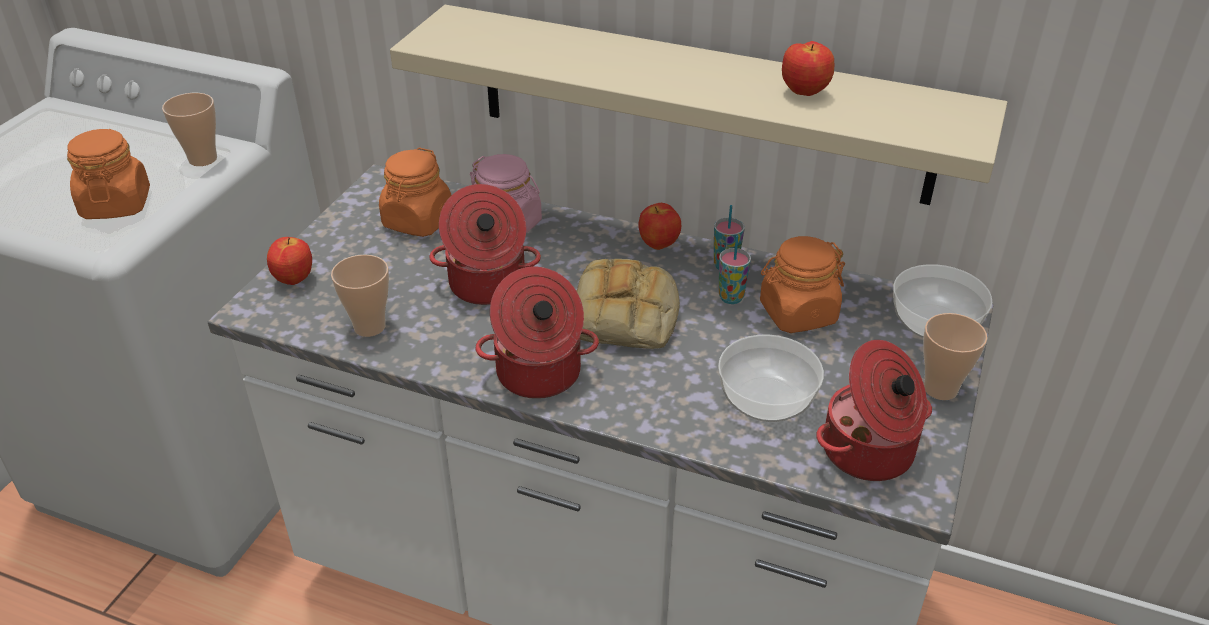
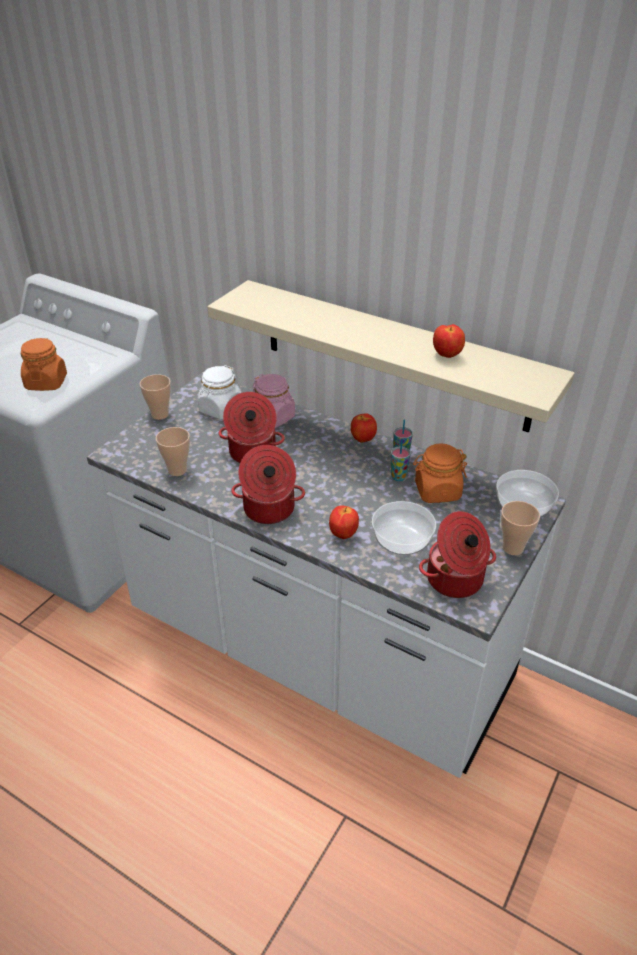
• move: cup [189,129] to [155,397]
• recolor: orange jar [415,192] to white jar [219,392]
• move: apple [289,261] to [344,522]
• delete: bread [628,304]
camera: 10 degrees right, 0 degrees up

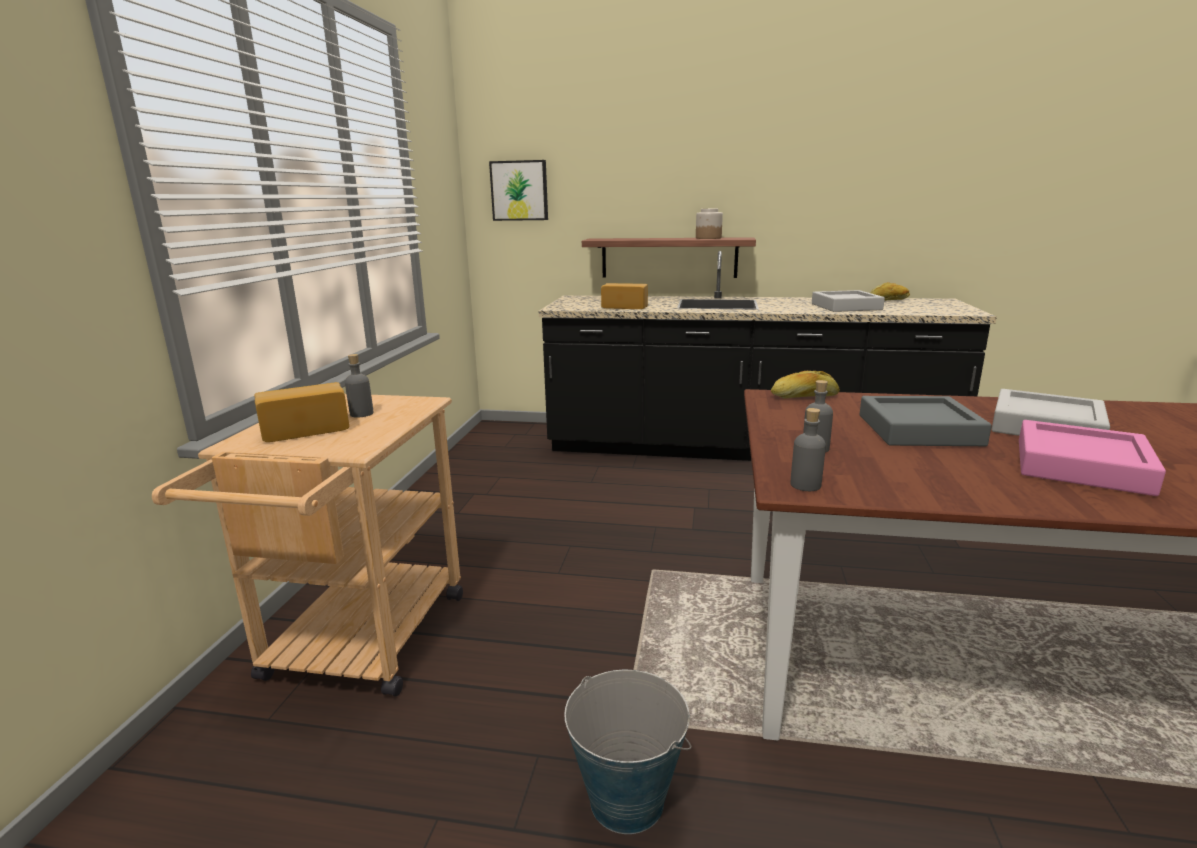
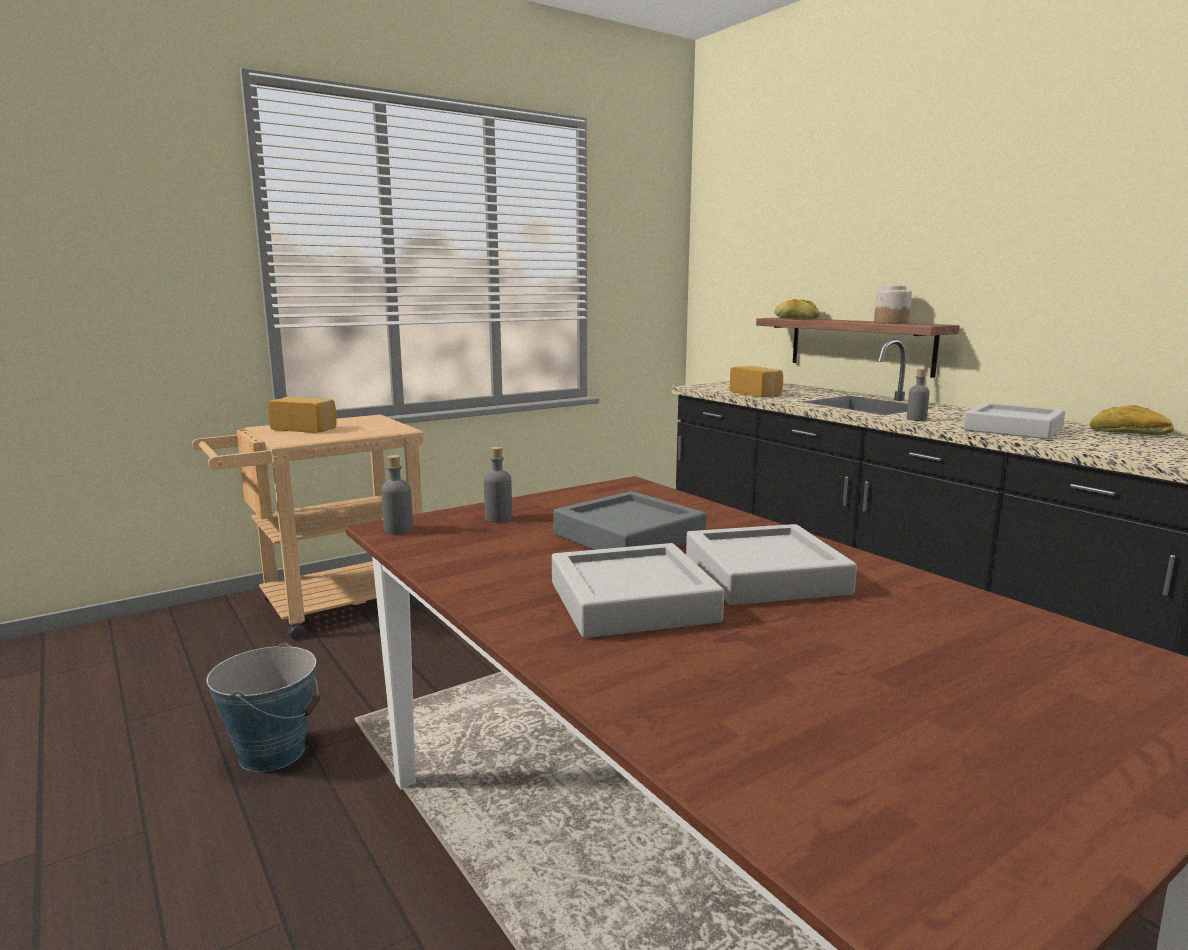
• recolor: pink tray [1092,458] to grey tray [638,590]
• move: bread [805,384] to [797,309]
• move: grey bottle [359,386] to [918,395]
• delete: picture [518,190]
camera: 45 degrees right, 5 degrees down

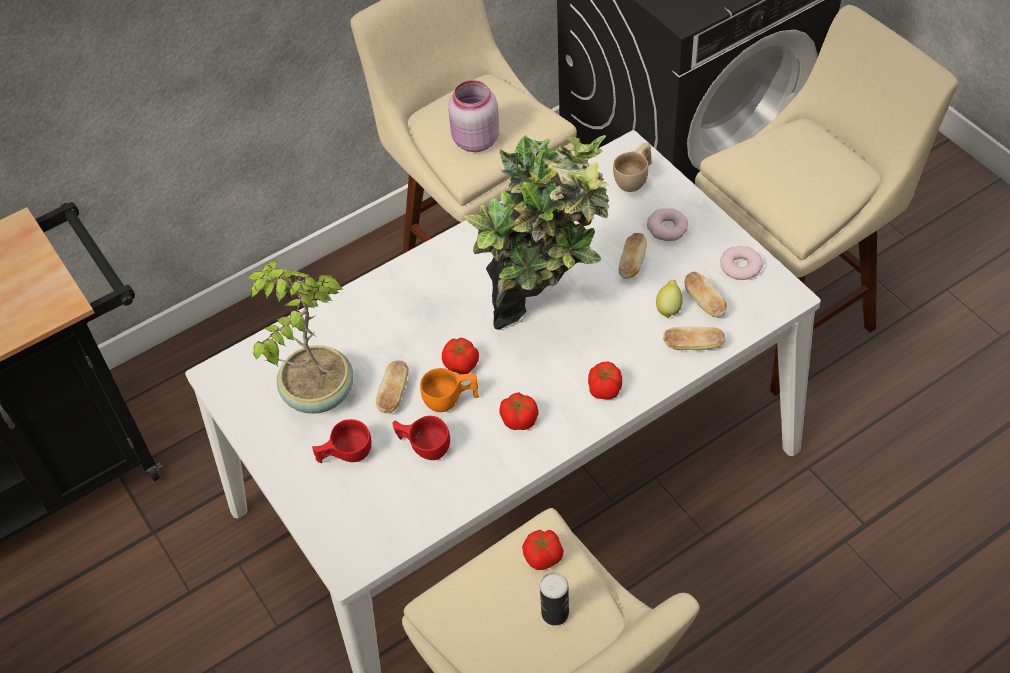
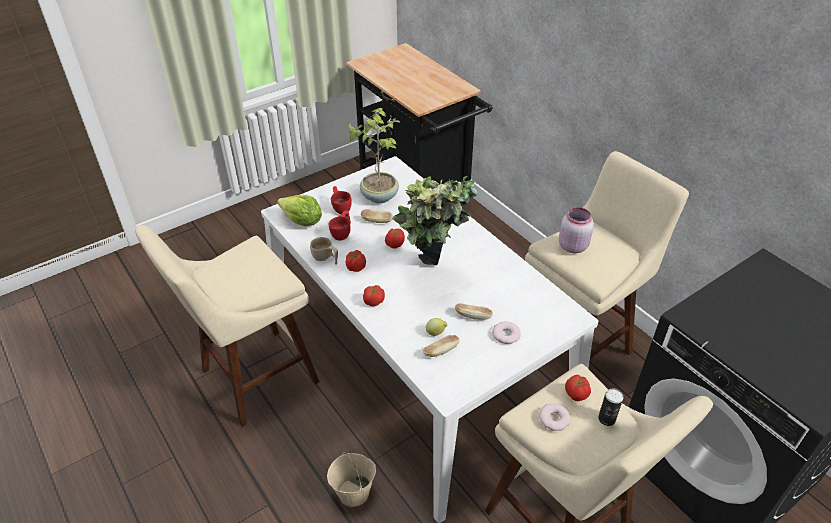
• insert: lettuce [299,210]
• move: beige cup [632,167] to [324,251]
• insert: beige bucket [351,479]
• move: donut [741,263] to [555,417]
• move: tomato [543,550] to [578,388]
• move: can [554,599] to [610,407]
• delete: orange cup [449,390]
• delete: bread [694,338]
camera: 85 degrees right, 10 degrees down

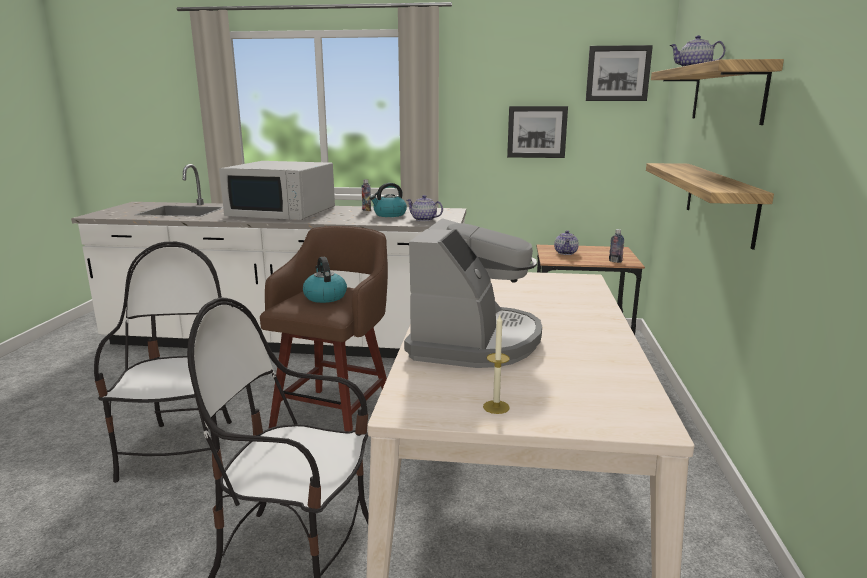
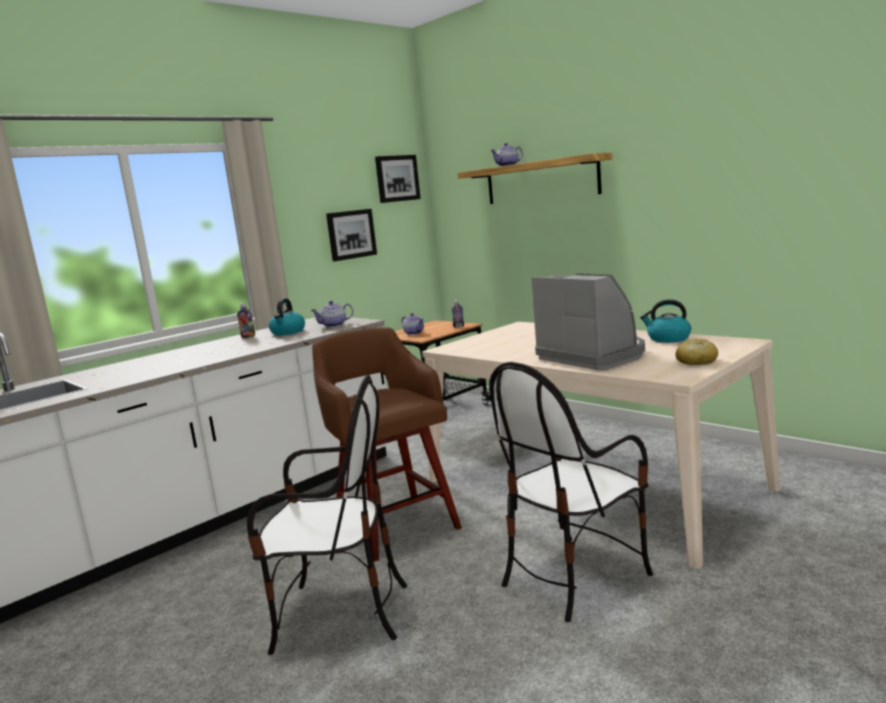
• rotate: chair [163,362] = [327,515] 150 degrees clockwise
• move: kettle [325,280] to [665,321]
• replace: candle [496,364] to bread [696,351]
• delete: white microwave [277,190]
• delete: shelf [710,206]
camera: 50 degrees left, 5 degrees down

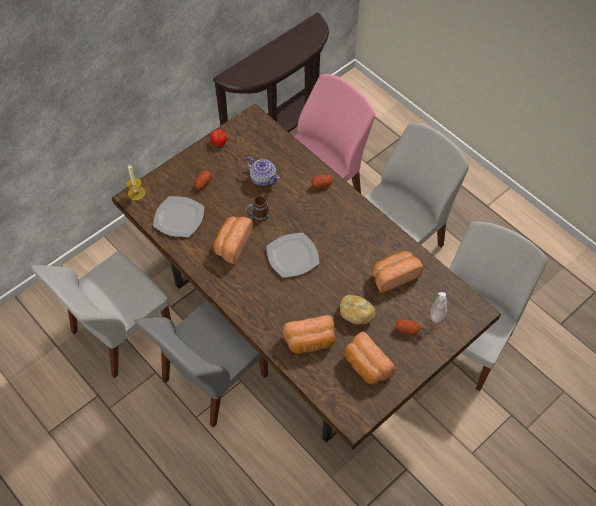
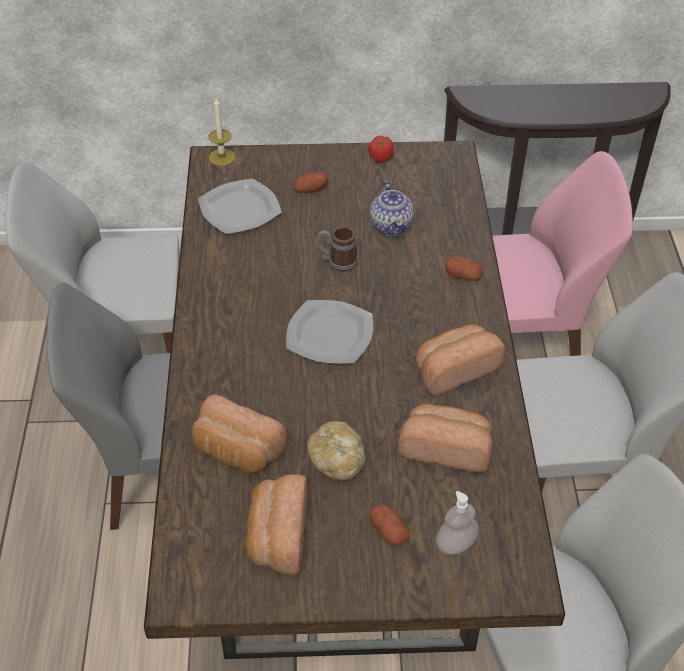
• move: bread [233,240] to [460,359]
camera: 40 degrees right, 10 degrees down

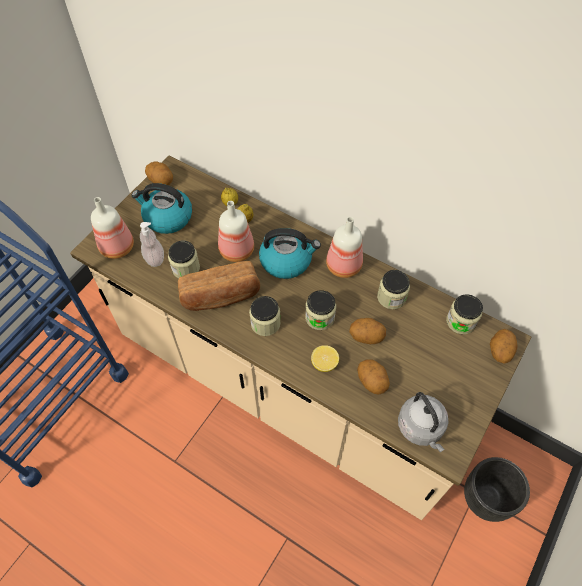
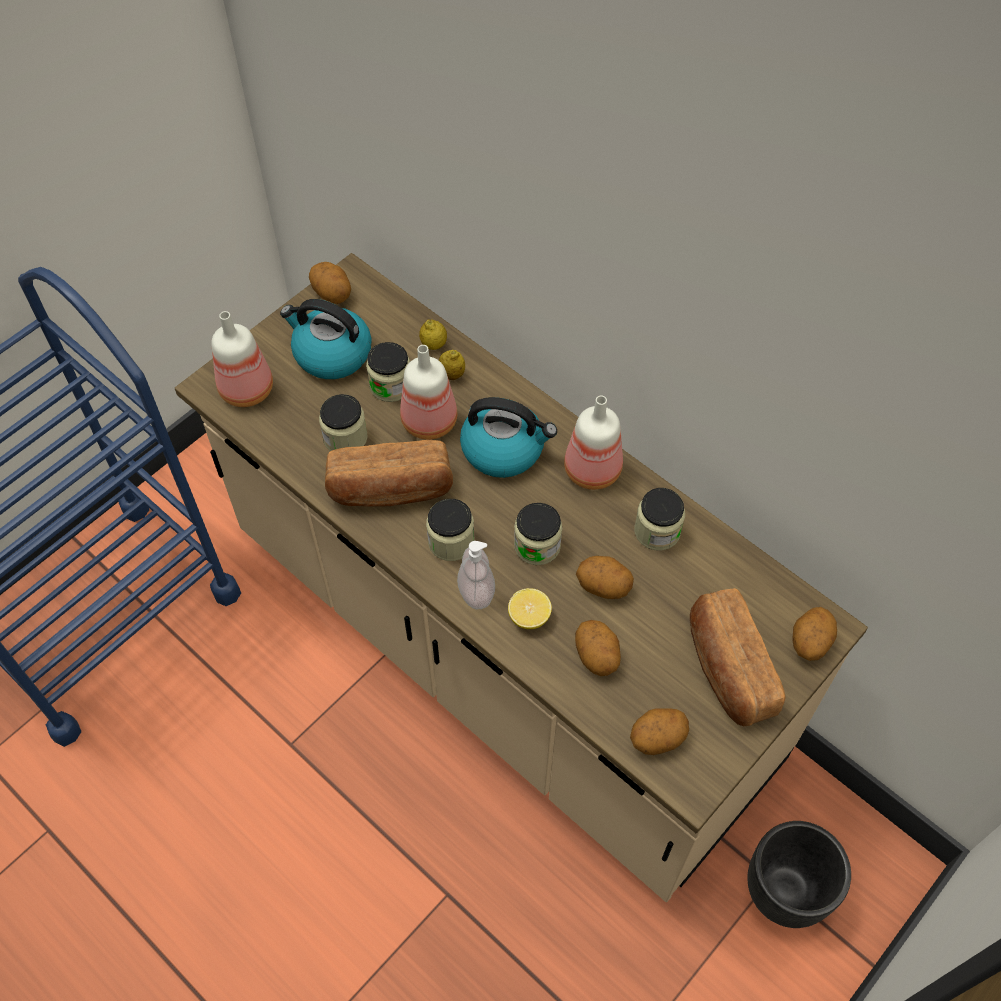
• move: jar [464,314] to [388,372]
• move: soap dispenser [152,244] to [476,575]
• replace: grey kettle [423,422] to potato [659,731]
• insert: bread [737,657]
camera: 10 degrees right, 0 degrees up

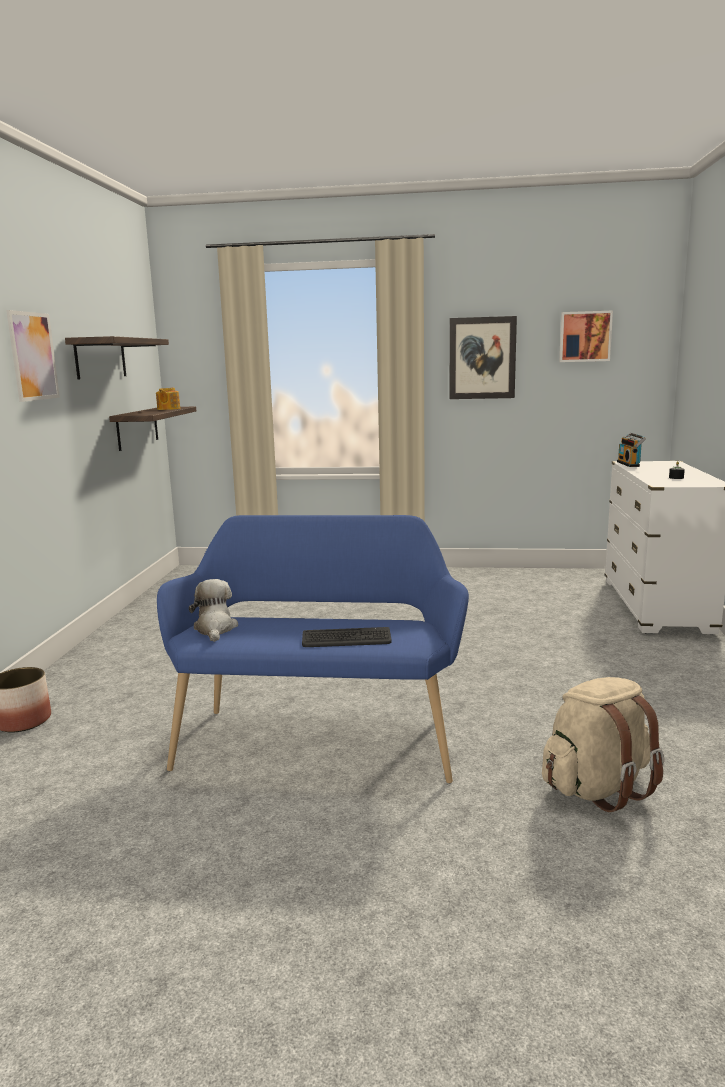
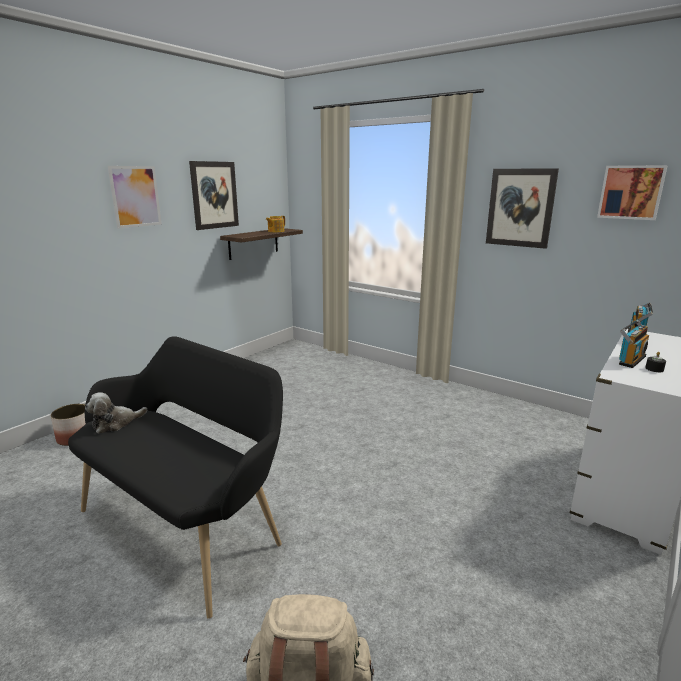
• recolor: blue bench [313,649] to black bench [175,477]
• rotate: plush toy [213,610] = [116,413] 150 degrees counterclockwise
• replace: shelf [117,357] to picture [214,195]
• insert: radio [634,344]
• delete: keyboard [347,637]
camera: 30 degrees right, 5 degrees up

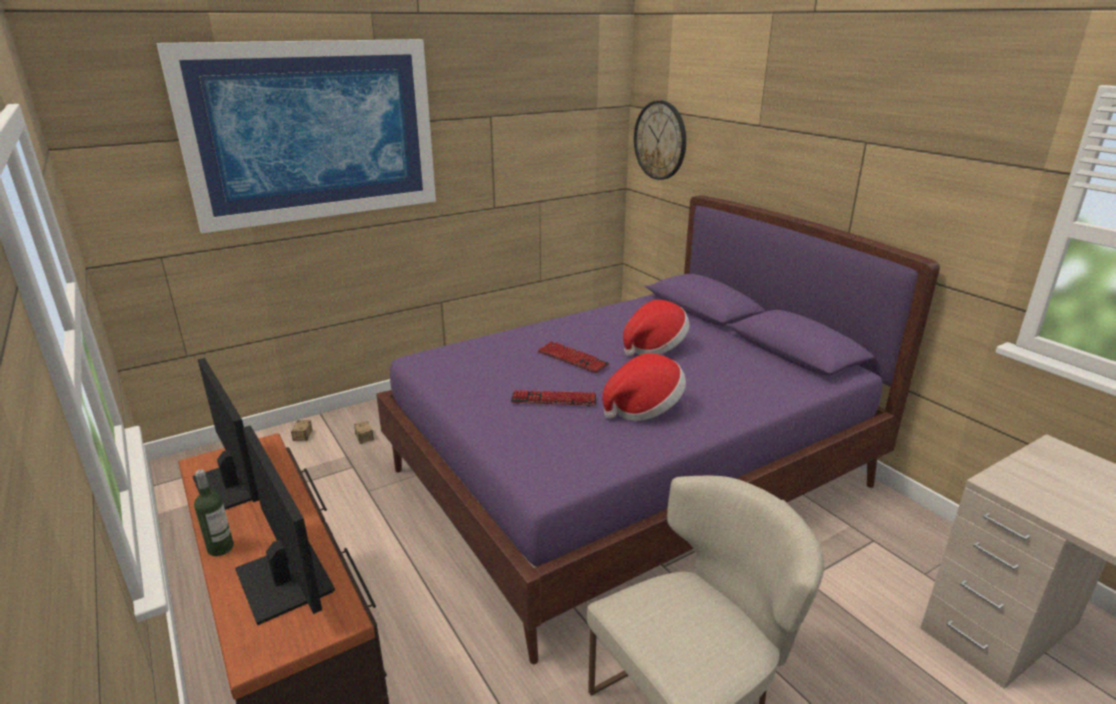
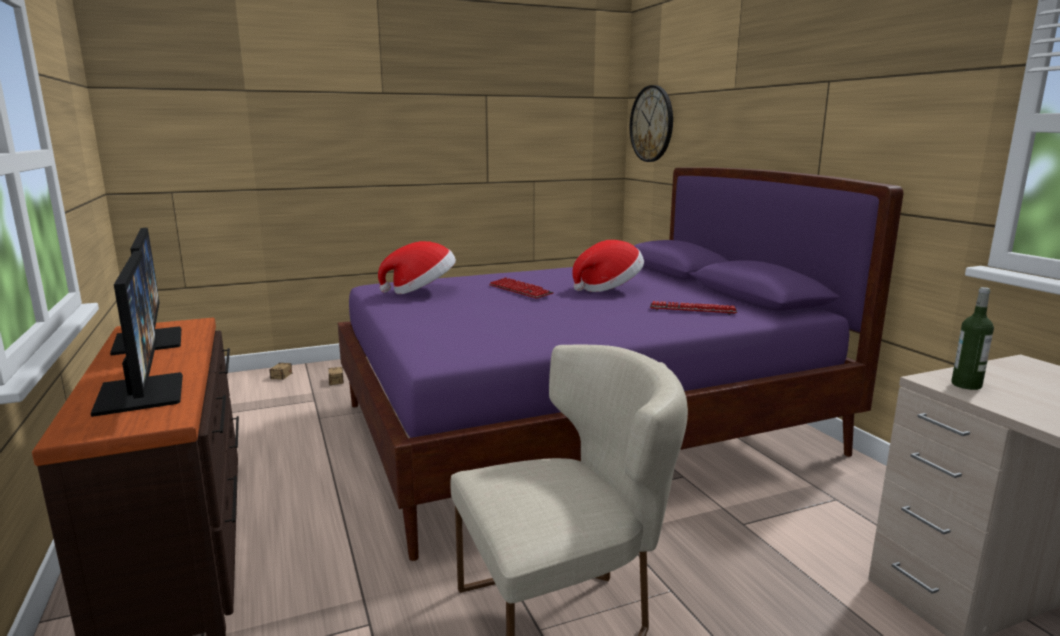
• move: hat [644,387] to [417,267]
• move: keyboard [553,398] to [693,308]
• move: bottle [214,513] to [972,338]
• delete: picture [296,136]
camera: 10 degrees right, 10 degrees down

